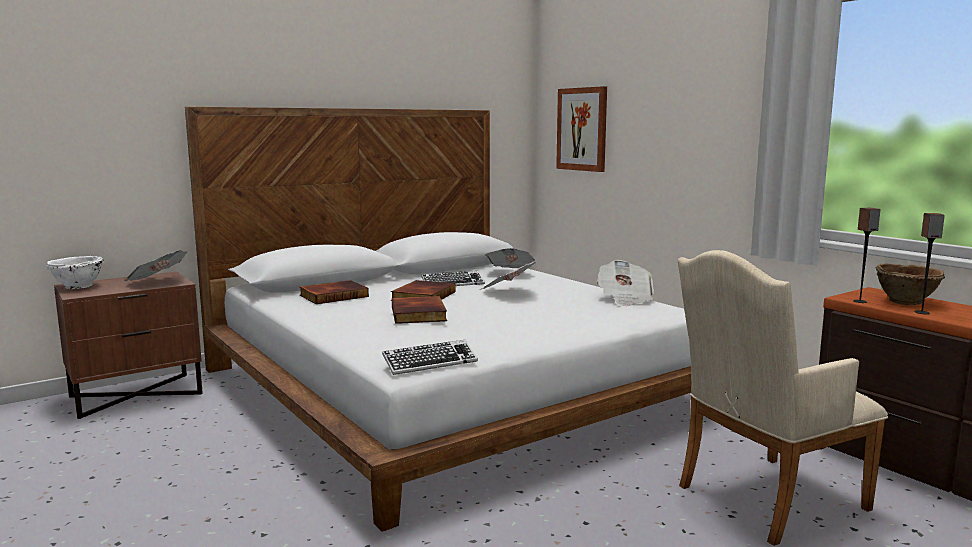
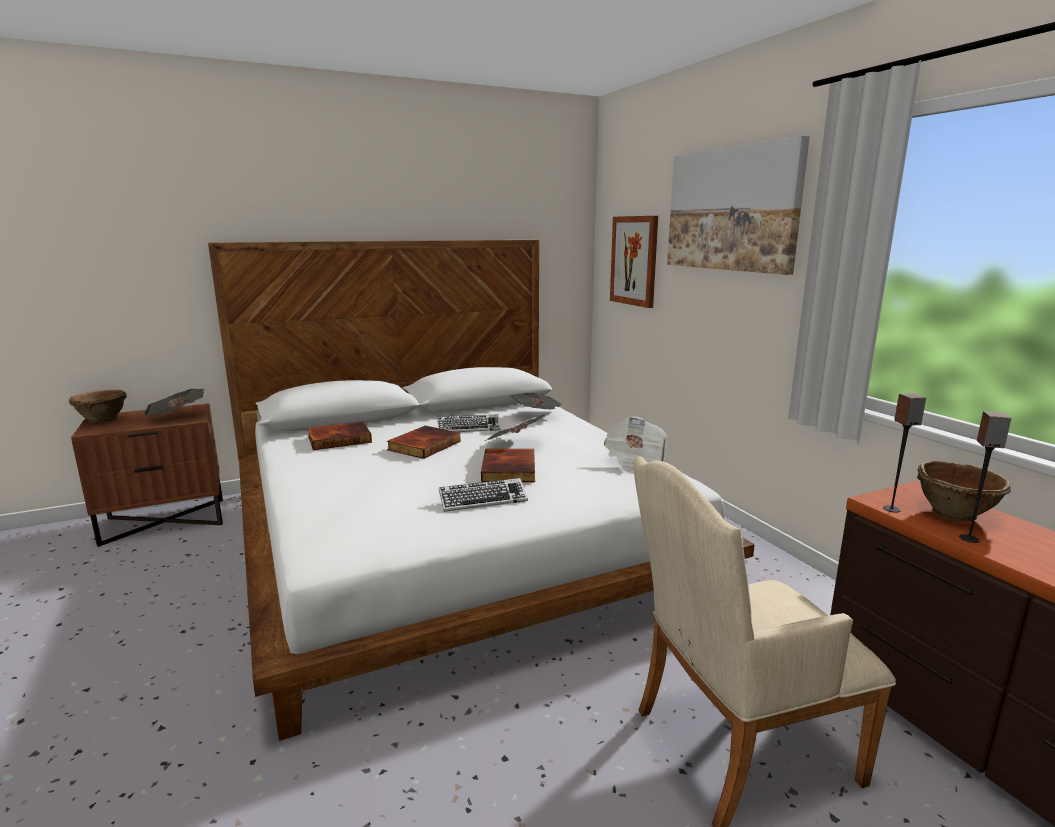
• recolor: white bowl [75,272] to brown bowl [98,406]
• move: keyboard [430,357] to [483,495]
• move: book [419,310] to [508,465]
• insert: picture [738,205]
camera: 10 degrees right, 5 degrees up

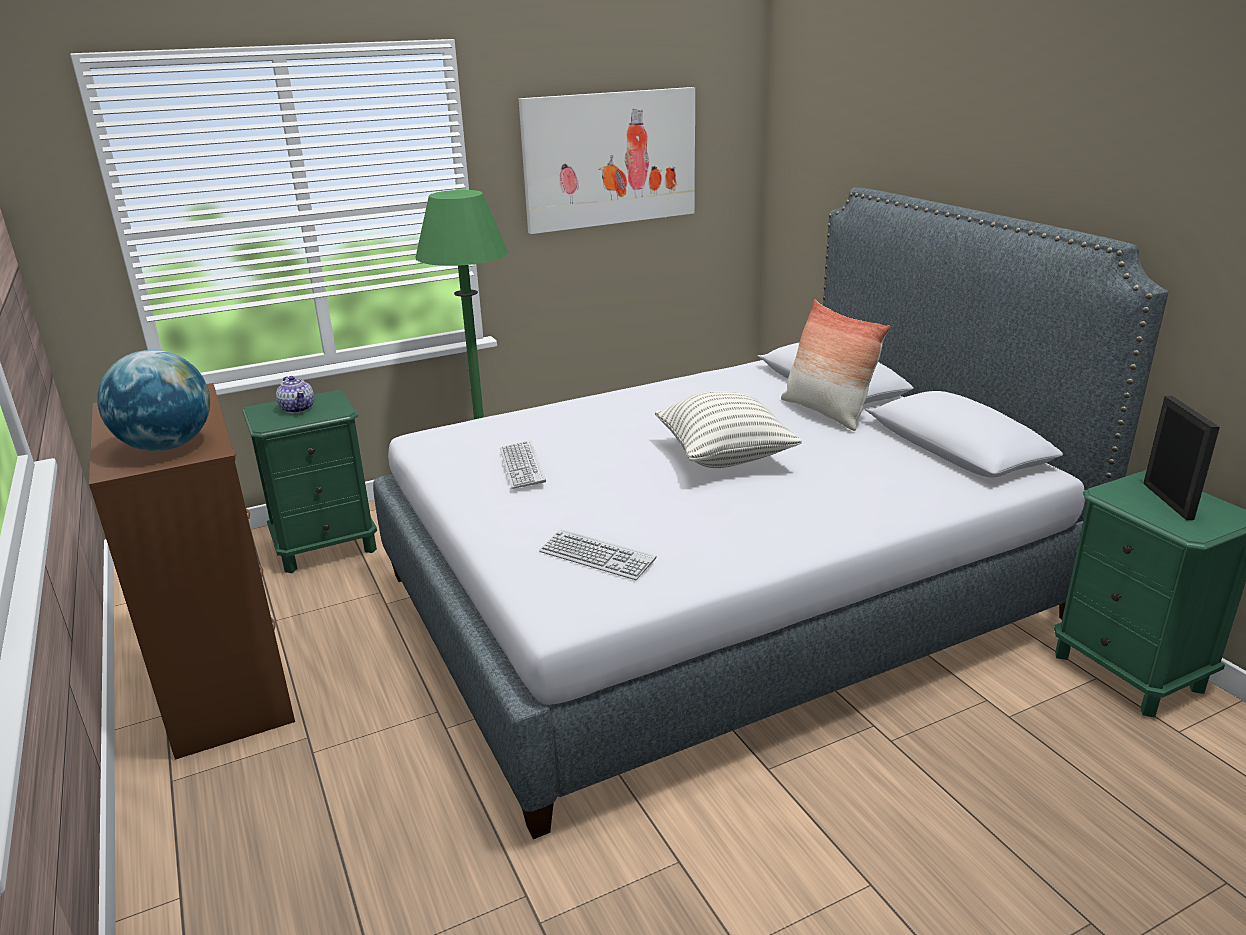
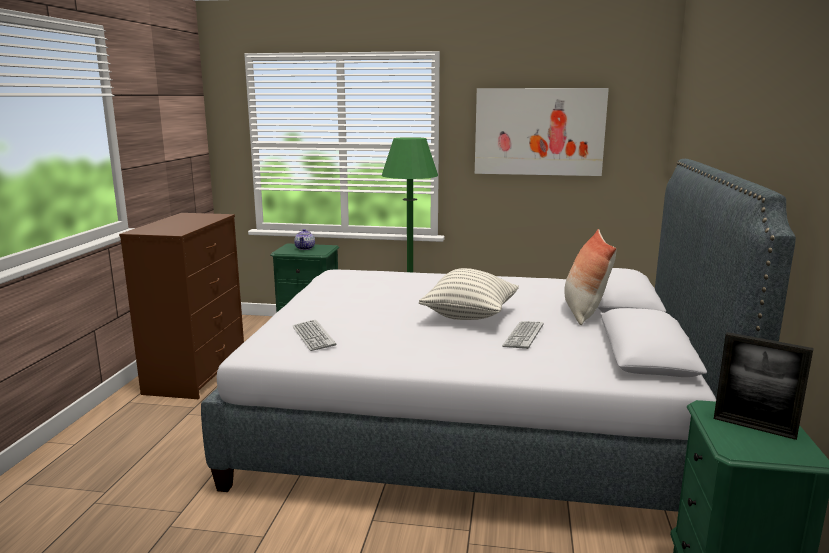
• move: keyboard [523,465] to [523,335]
• rotate: picture frame [1181,458] = [764,386] 90 degrees clockwise
• delete: globe [153,400]
camera: 35 degrees right, 10 degrees down

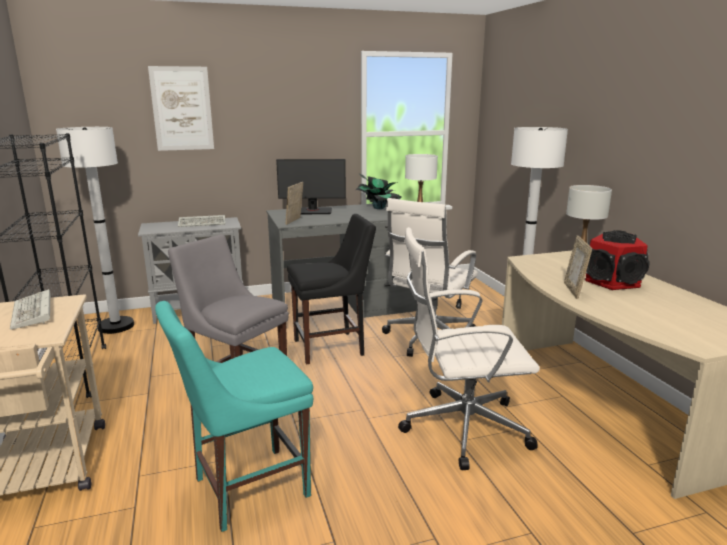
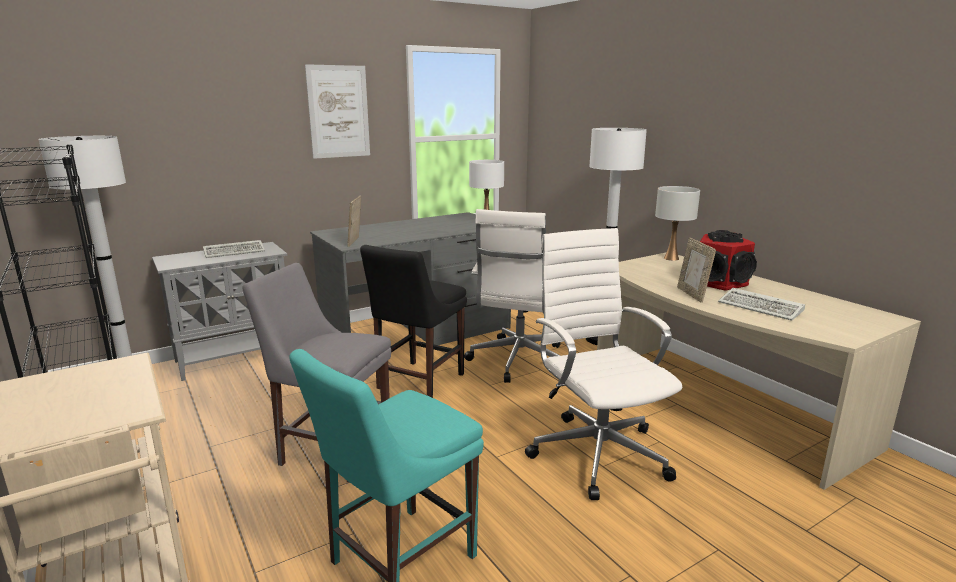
• move: picture [181,108] to [337,111]
• rotate: black chair [331,289] = [413,321] 150 degrees clockwise
• rotate: white office chair [469,348] = [603,364] 90 degrees clockwise
• move: keyboard [30,309] to [761,304]
• delete: monitor [311,186]
• delete: potted plant [378,191]
camera: 15 degrees left, 0 degrees up

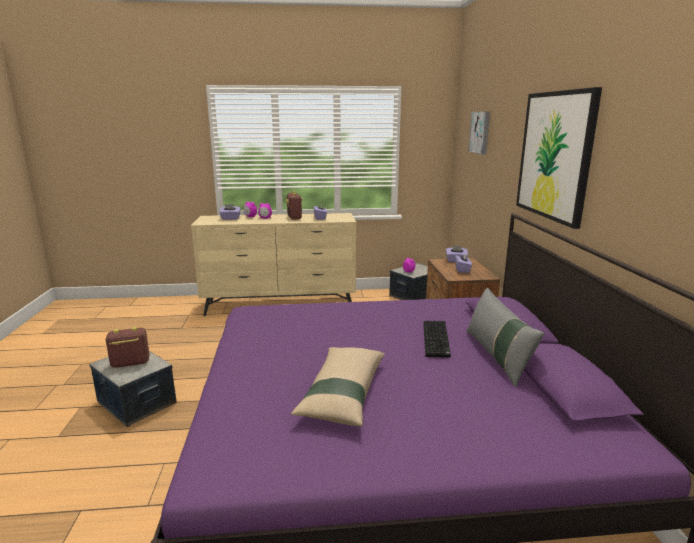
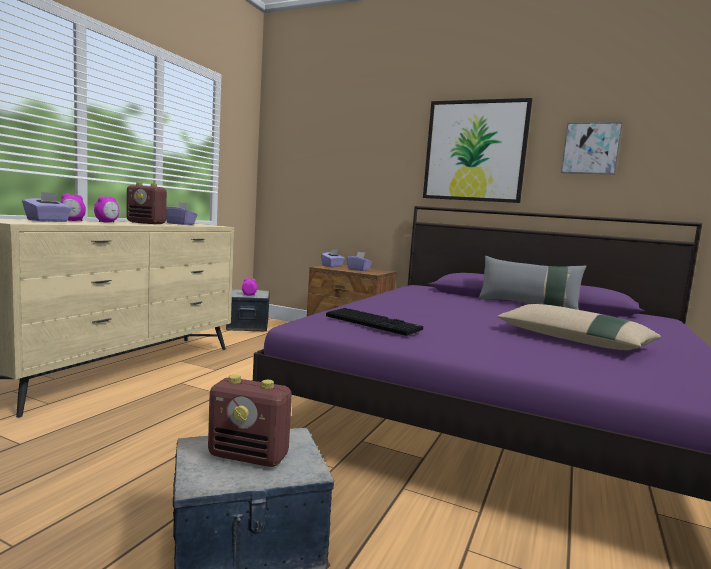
• rotate: radio [128,347] = [250,421] 90 degrees counterclockwise
• move: keyboard [437,339] to [374,322]
• move: picture [479,133] to [591,148]
camera: 60 degrees left, 10 degrees down

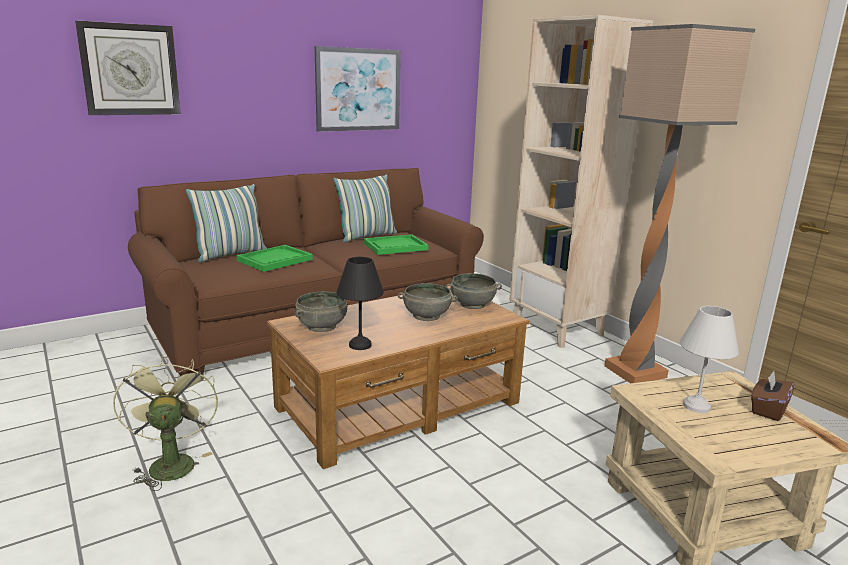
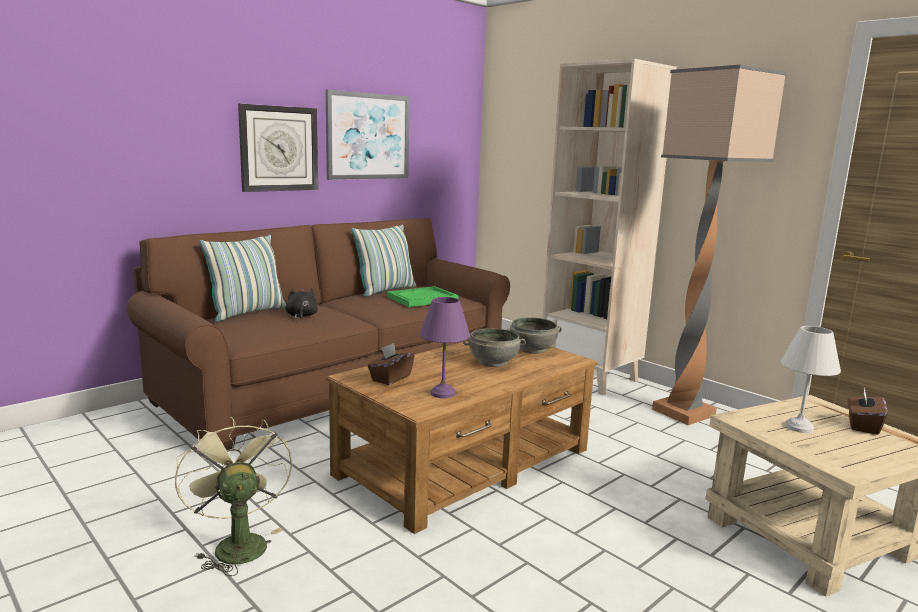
• move: wall clock [128,67] to [278,147]
• replace: green tray [275,258] to black plush toy [301,304]
• replace: grey bowl [321,312] to brown tissue box [391,364]
• recolor: black table lamp [360,303] to purple table lamp [445,348]
camera: 10 degrees left, 5 degrees down

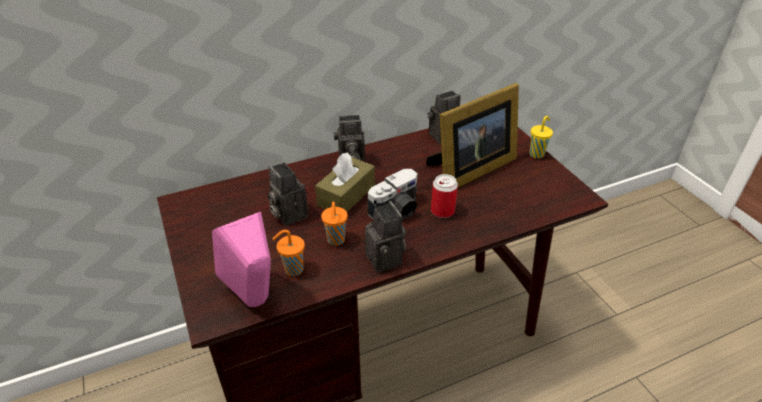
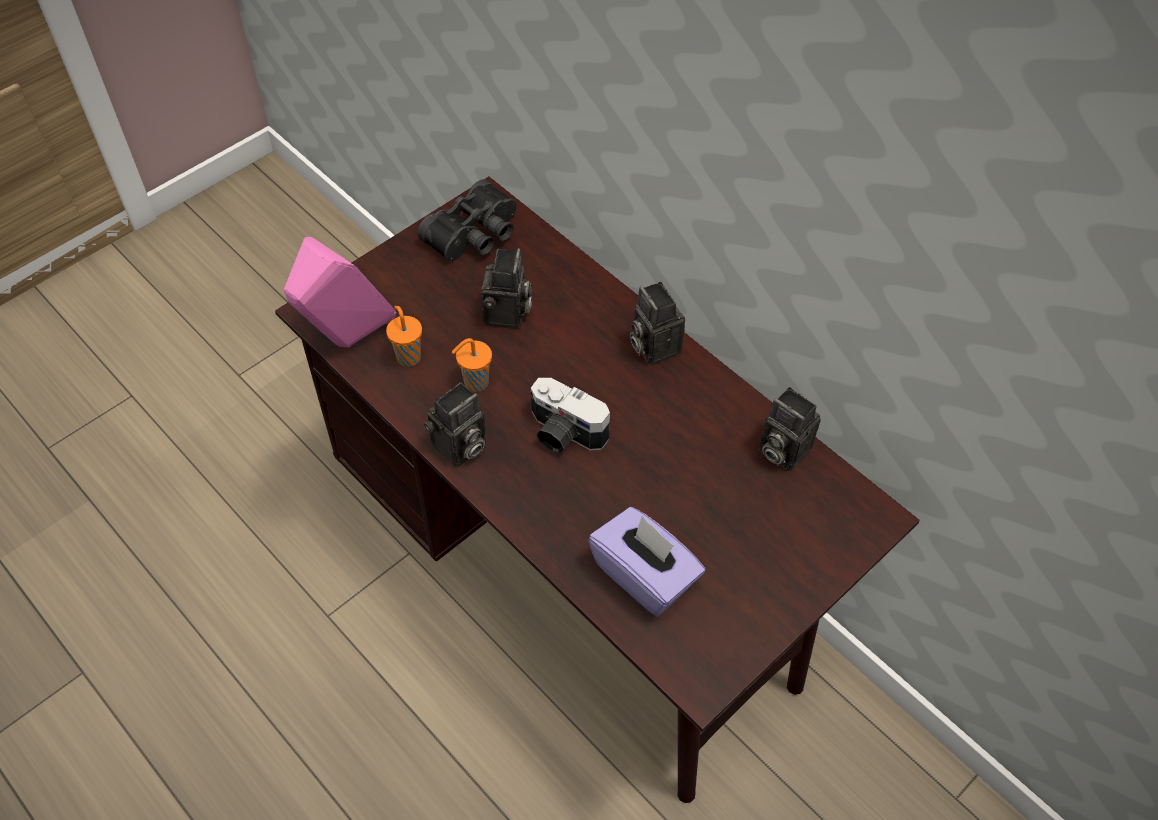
• insert: black binoculars [467,220]
• rotate: photo camera [288,194] = [506,288] 150 degrees clockwise
• insert: purple tissue box [646,562]
• delete: brown tissue box [345,182]
• delete: picture frame [472,135]
• delete: can [444,196]
• delete: yellow cup [541,137]
camera: 70 degrees right, 15 degrees up

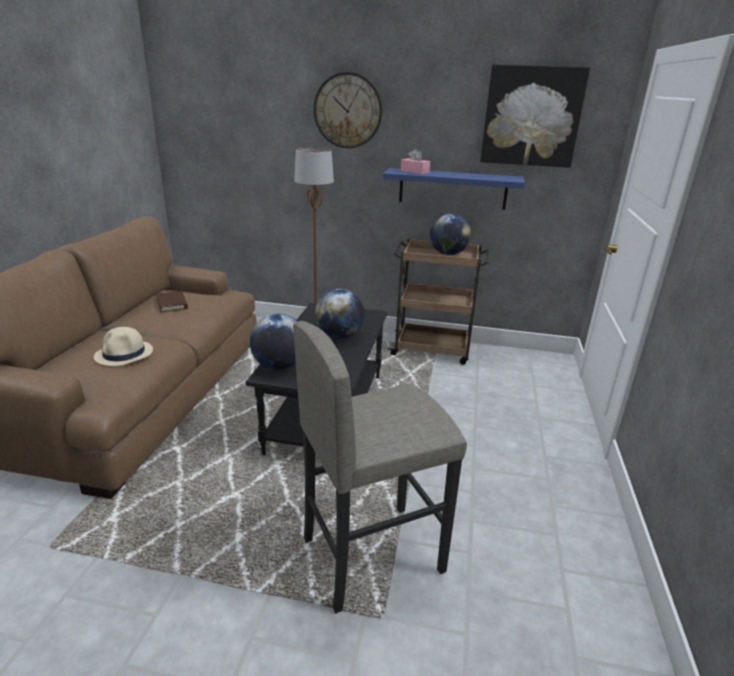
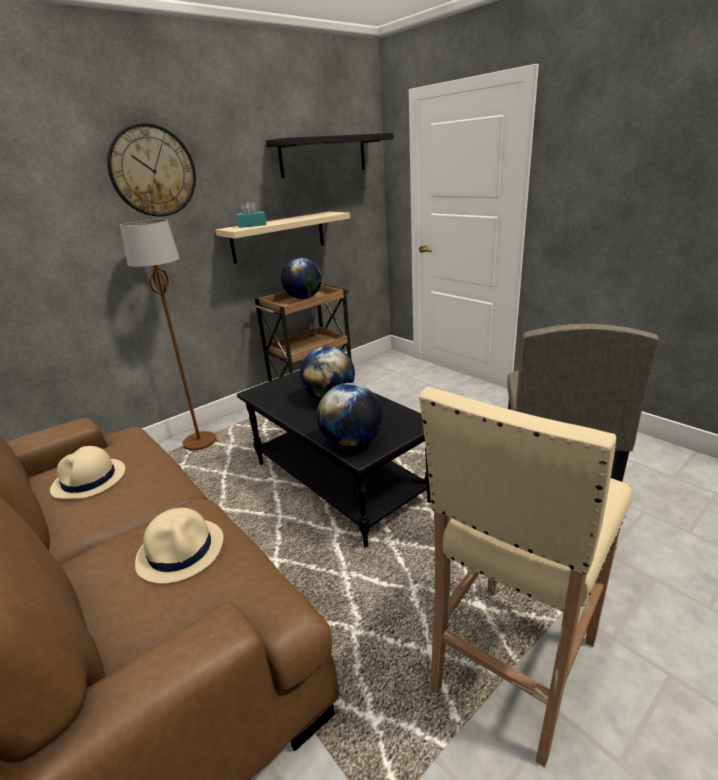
• replace: brown book [172,302] to beige hat [87,472]
• recolor: blue shelf [454,189] to beige shelf [283,237]
• recolor: pink tissue box [415,161] to turquoise tissue box [251,214]
• replace: picture [535,116] to black shelf [329,155]
• insert: beige stool [525,577]
camera: 50 degrees left, 0 degrees up

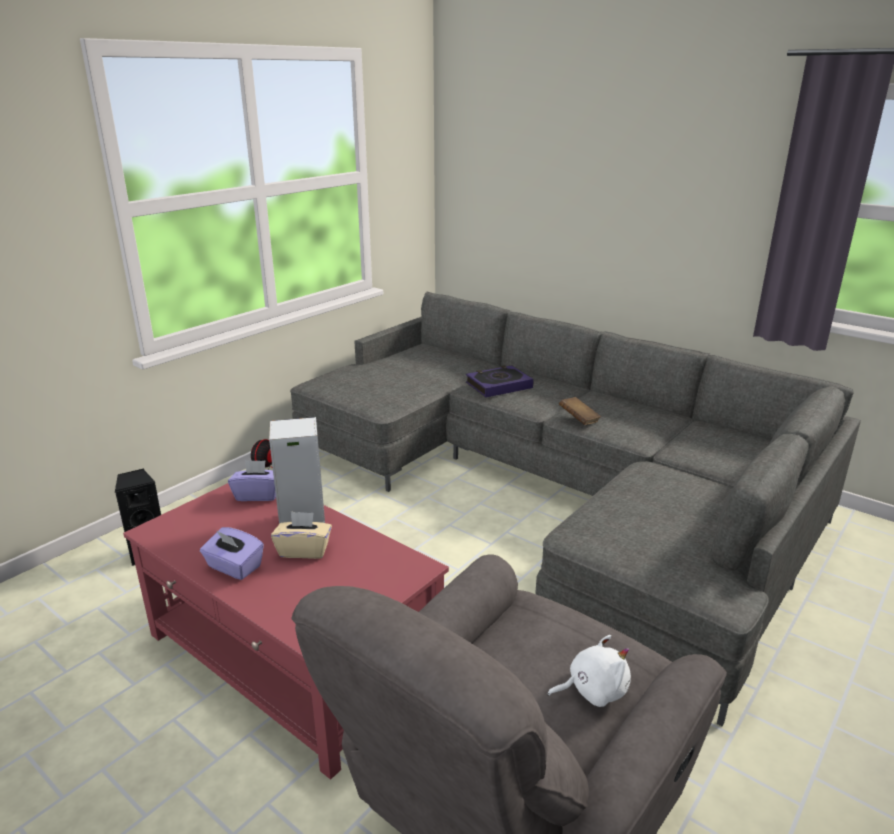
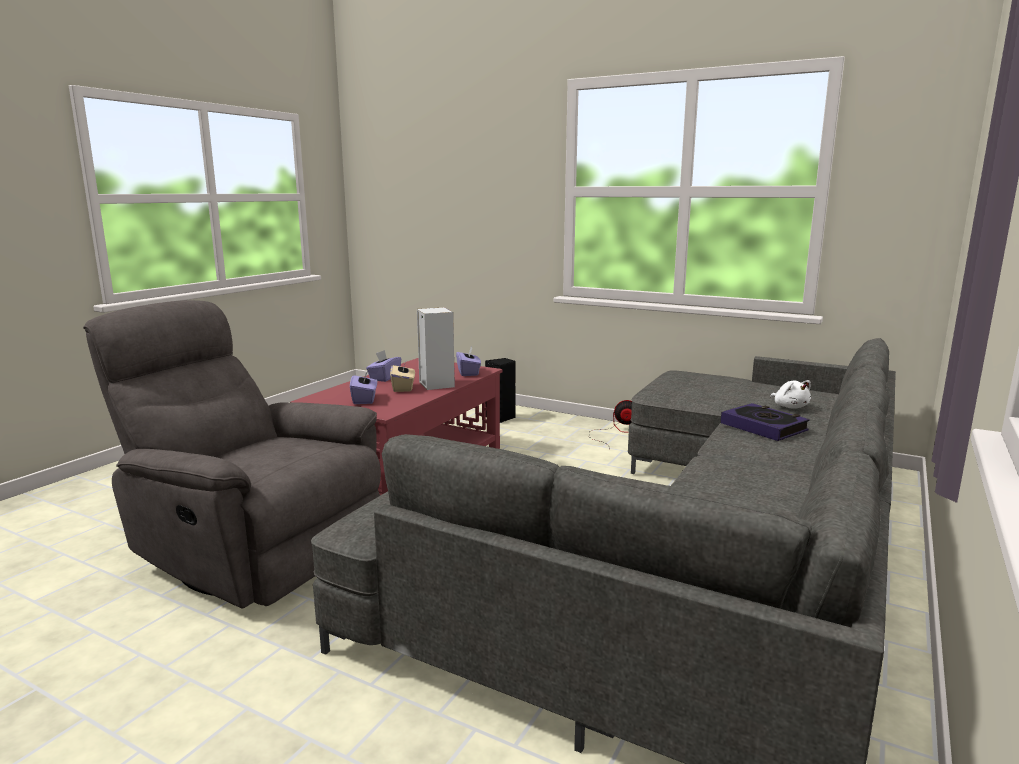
• insert: purple tissue box [363,387]
• move: white plush toy [589,671] to [790,394]
• delete: brown book [580,411]
camera: 80 degrees right, 10 degrees down

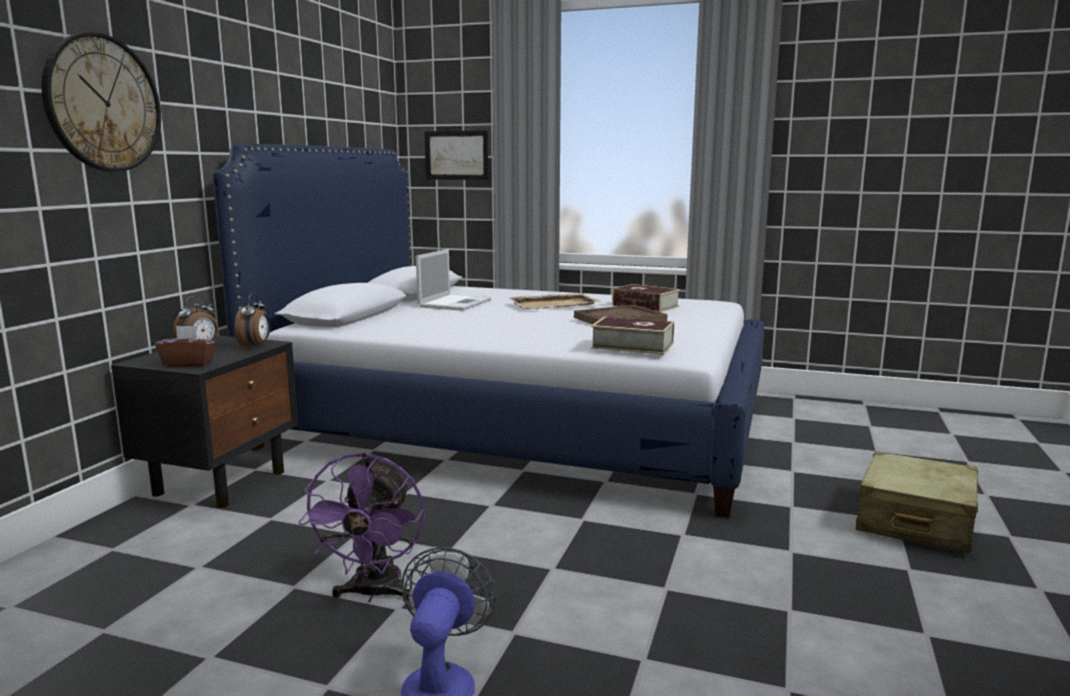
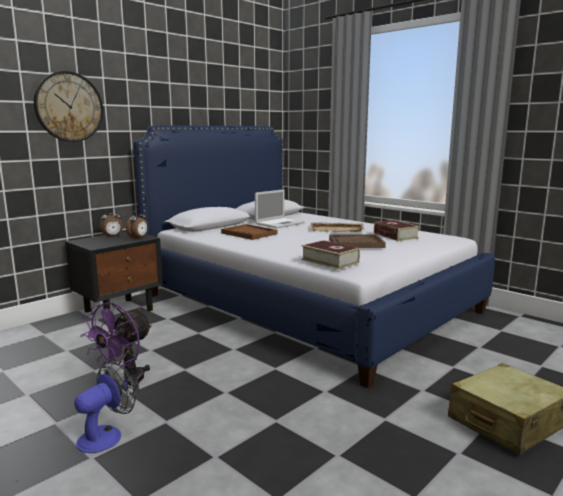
• insert: brown tray [249,232]
• delete: brown tissue box [185,346]
• delete: picture [456,155]
camera: 25 degrees right, 0 degrees up

